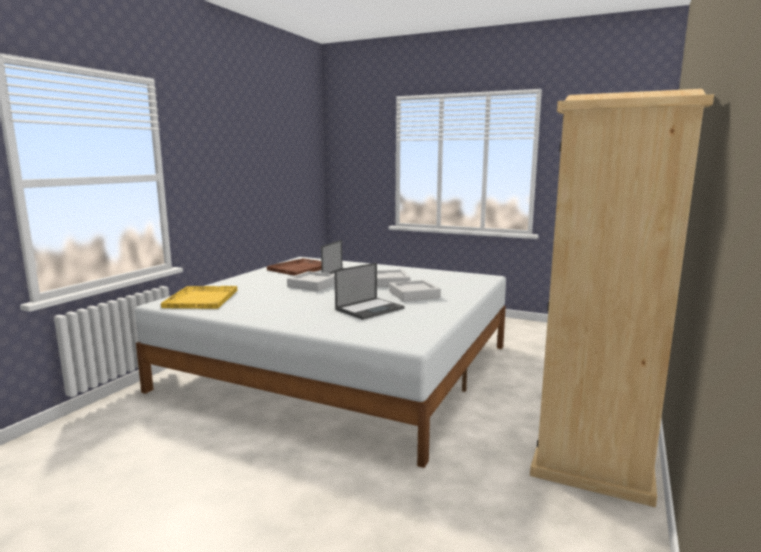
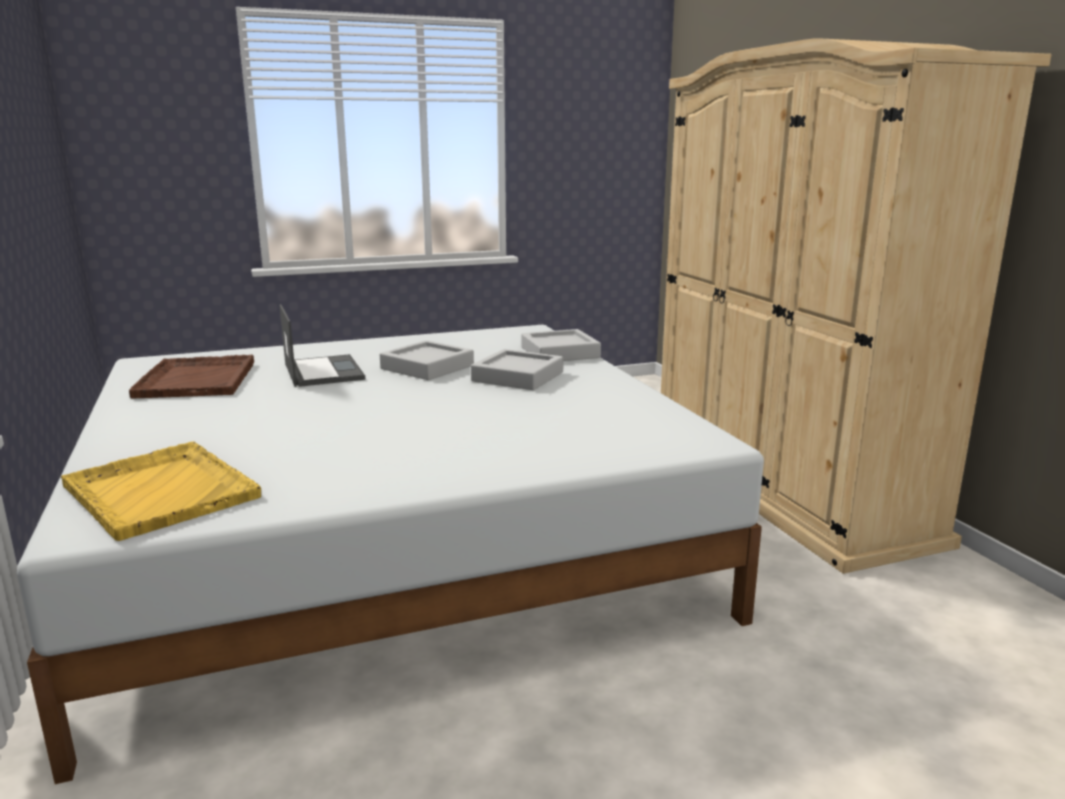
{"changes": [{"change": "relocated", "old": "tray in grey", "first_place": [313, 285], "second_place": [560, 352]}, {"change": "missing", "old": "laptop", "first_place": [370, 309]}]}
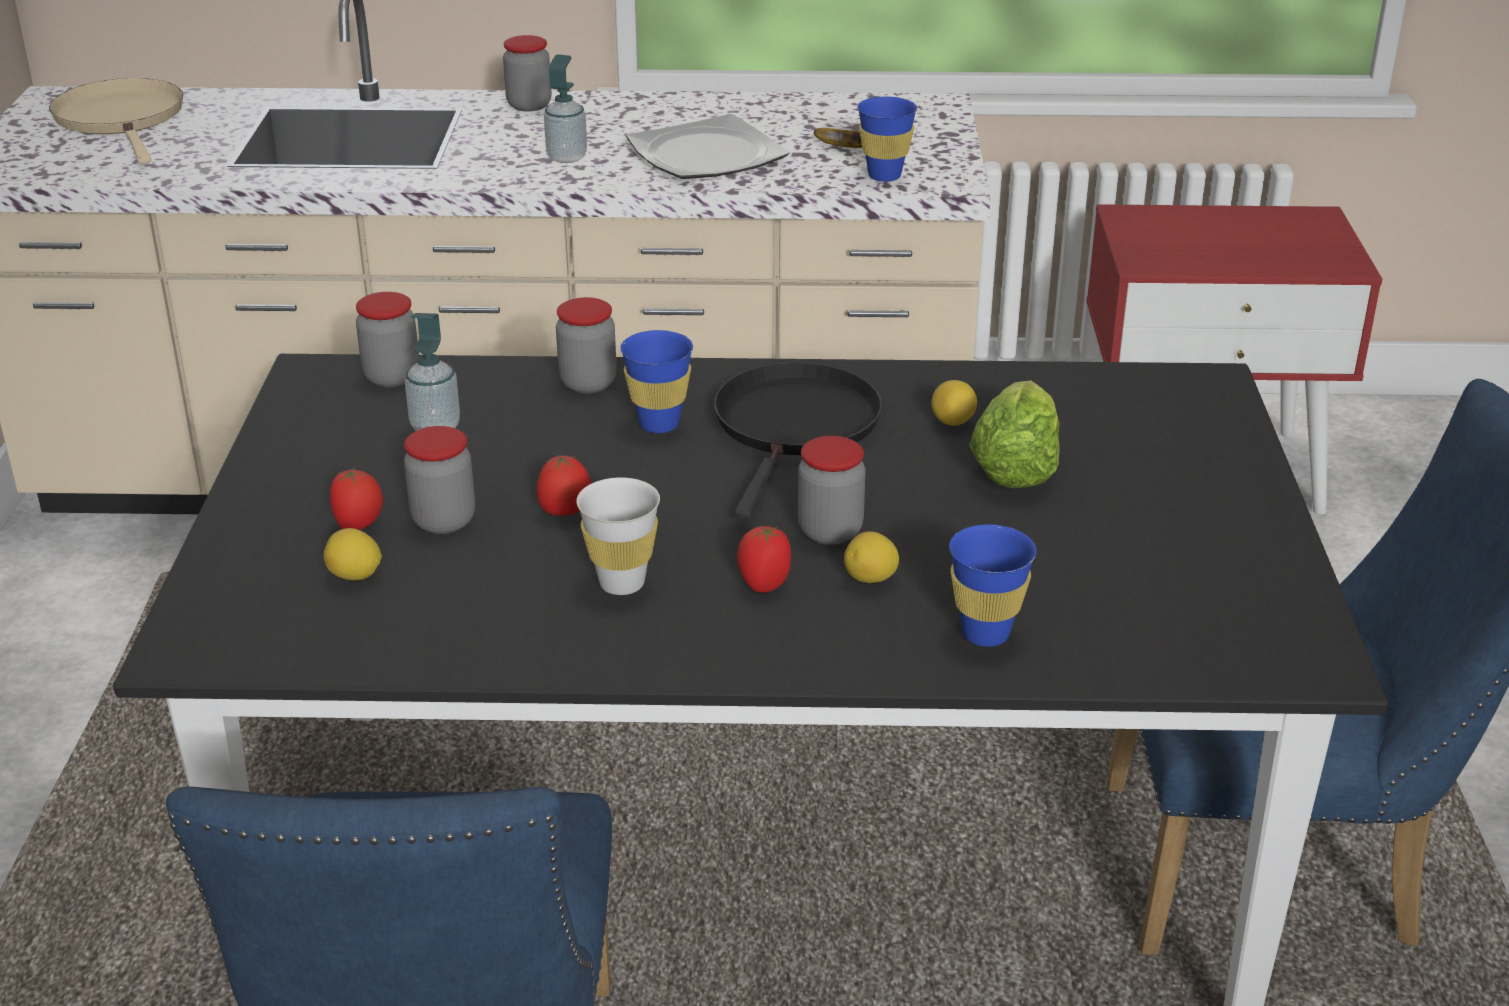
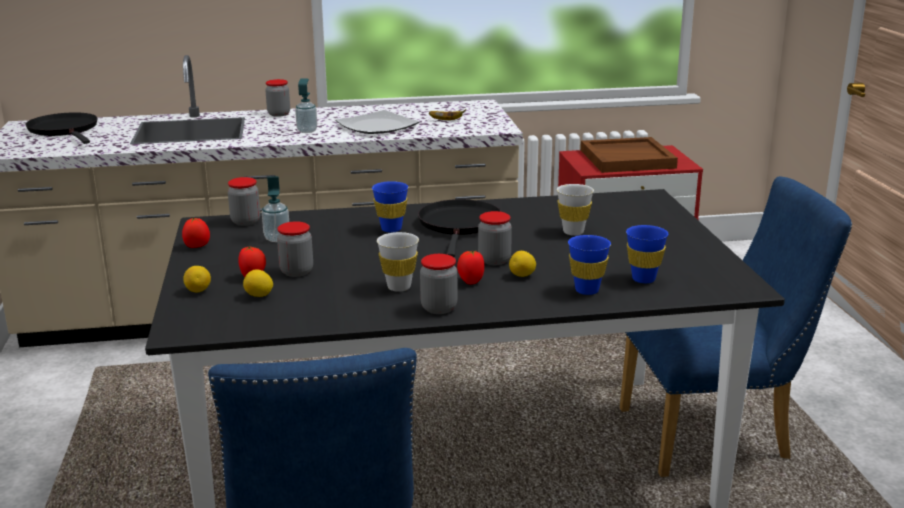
{"changes": [{"change": "colour", "old": "frying pan in beige", "new": "frying pan in black", "first_place": [122, 119], "second_place": [65, 130]}, {"change": "relocated", "old": "tomato", "first_place": [565, 512], "second_place": [197, 247]}, {"change": "relocated", "old": "jar", "first_place": [588, 383], "second_place": [439, 308]}, {"change": "relocated", "old": "cup in blue", "first_place": [884, 176], "second_place": [643, 279]}, {"change": "relocated", "old": "lemon", "first_place": [952, 422], "second_place": [198, 291]}, {"change": "exchanged", "old": "lettuce", "new": "cup in white", "first_place": [1014, 469], "second_place": [573, 232]}, {"change": "appeared", "new": "tray in brown", "second_place": [627, 159]}]}
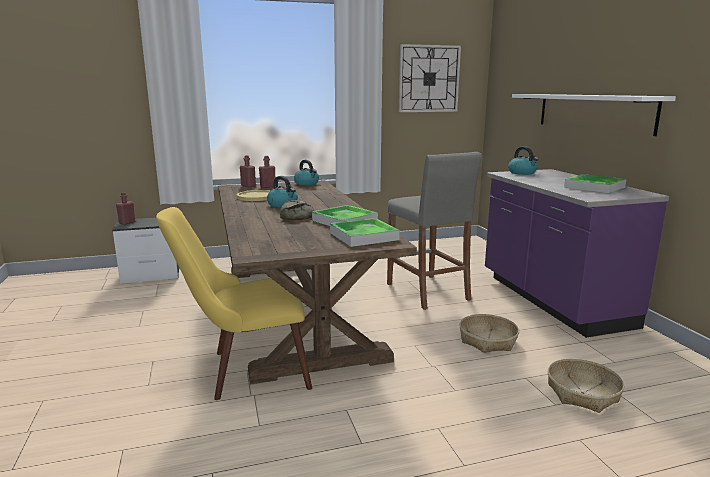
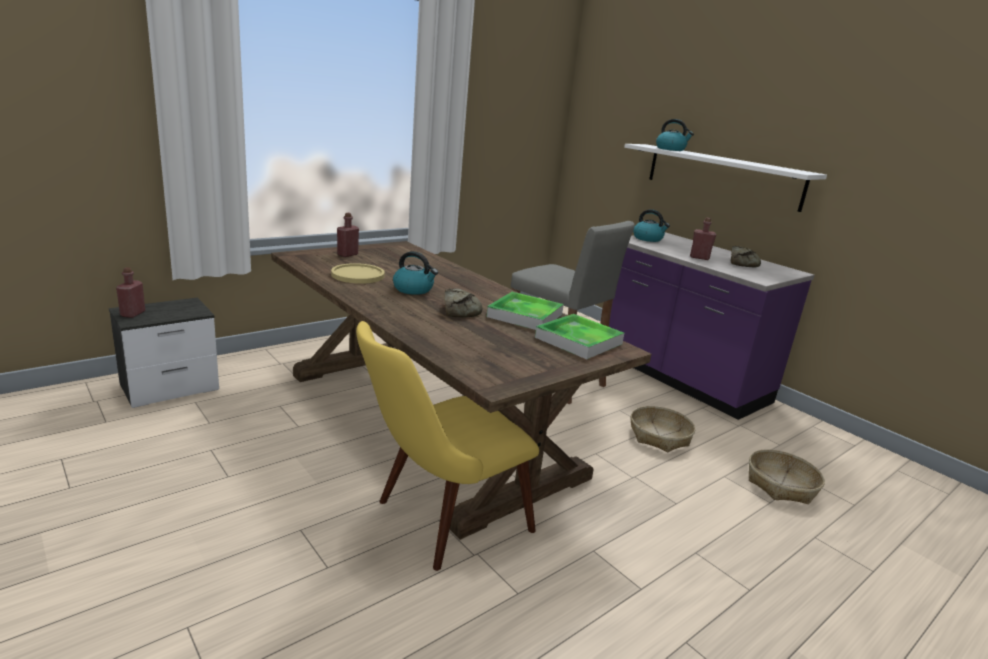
{"changes": [{"change": "relocated", "old": "bottle in red", "first_place": [248, 186], "second_place": [699, 257]}, {"change": "relocated", "old": "kettle", "first_place": [307, 183], "second_place": [671, 149]}, {"change": "missing", "old": "wall clock", "first_place": [429, 79]}, {"change": "exchanged", "old": "tray", "new": "bread", "first_place": [594, 187], "second_place": [742, 263]}]}
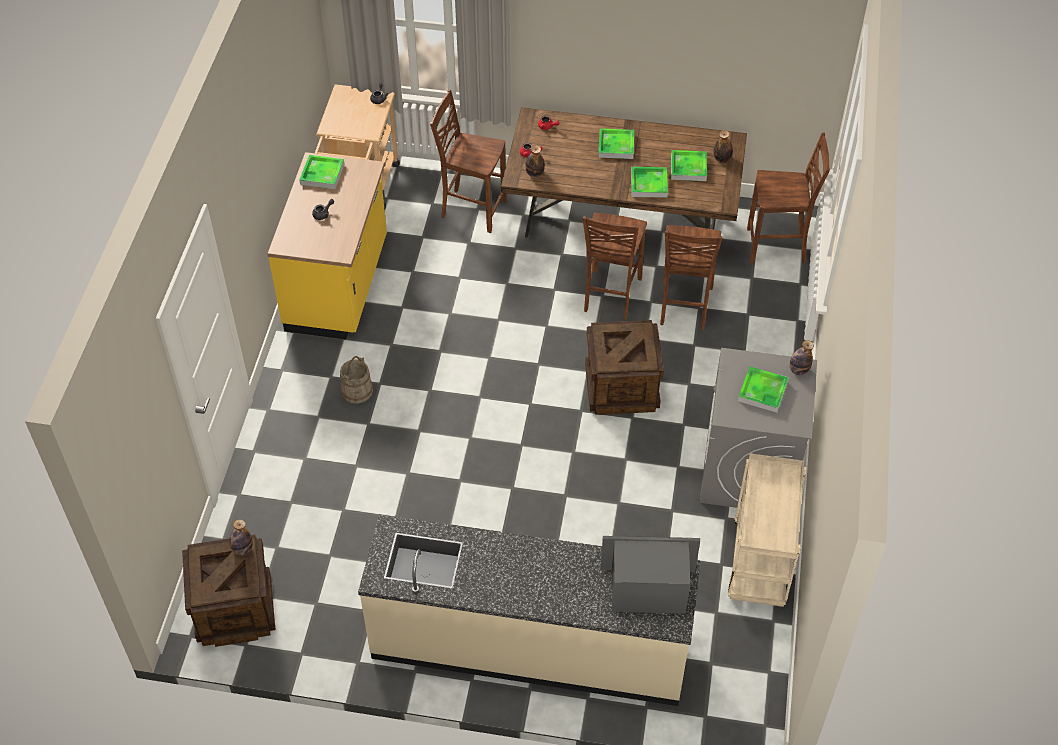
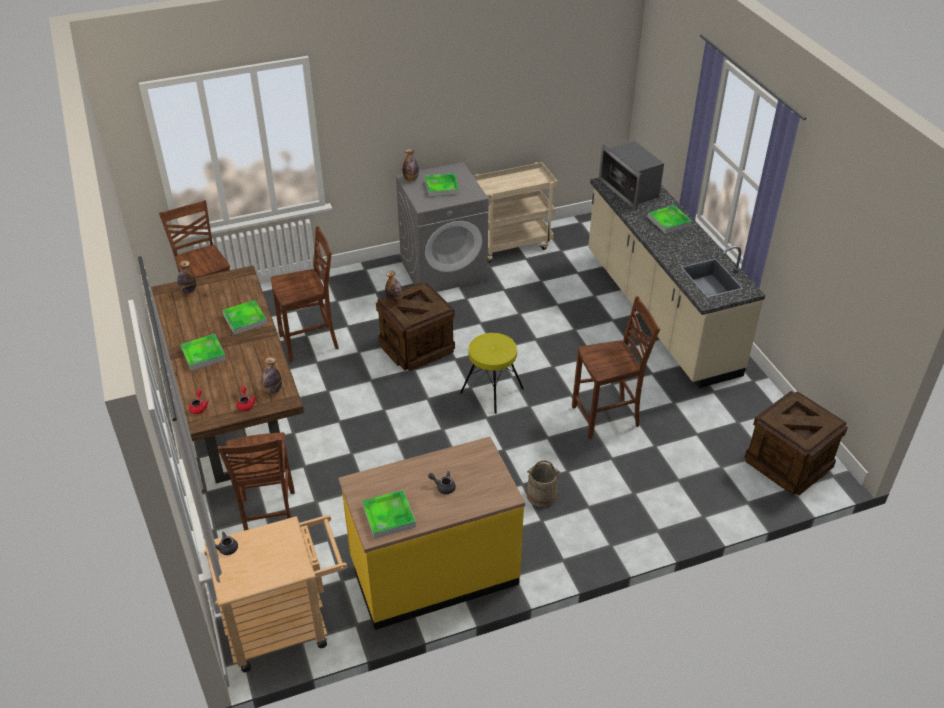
{"changes": [{"change": "relocated", "old": "bottle", "first_place": [242, 549], "second_place": [394, 300]}, {"change": "relocated", "old": "chair in brown", "first_place": [610, 295], "second_place": [607, 417]}, {"change": "relocated", "old": "tray", "first_place": [688, 168], "second_place": [669, 221]}, {"change": "appeared", "new": "stool in yellow", "second_place": [492, 391]}]}
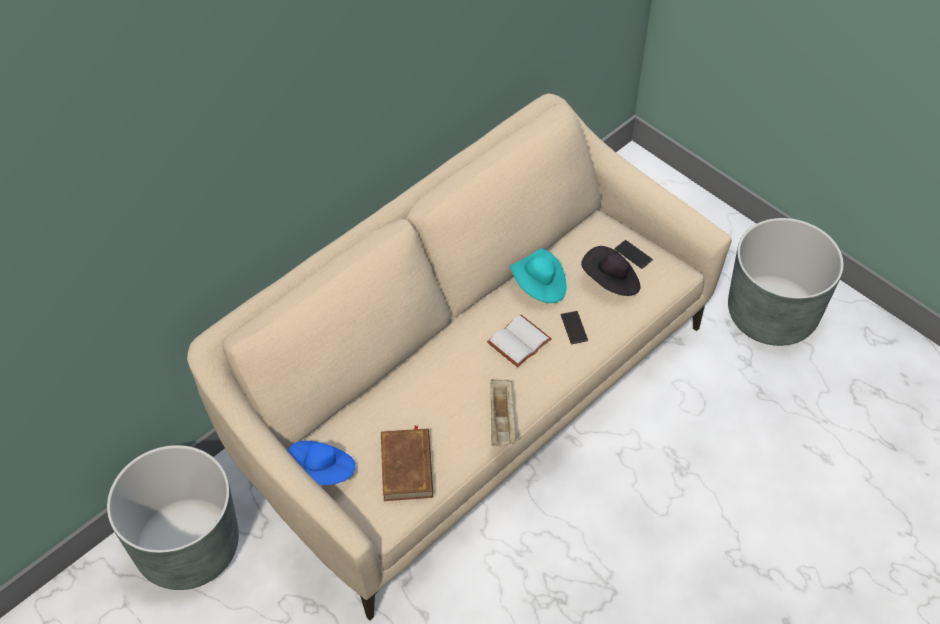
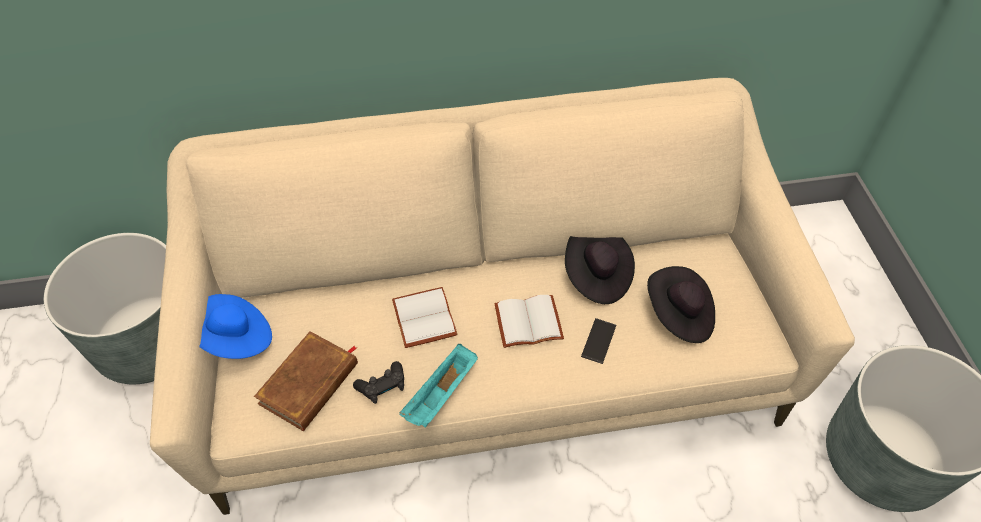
{"changes": [{"change": "colour", "old": "tray in beige", "new": "tray in turquoise", "first_place": [502, 421], "second_place": [441, 395]}, {"change": "colour", "old": "hat in turquoise", "new": "hat in black", "first_place": [538, 285], "second_place": [596, 276]}, {"change": "missing", "old": "phone", "first_place": [633, 254]}, {"change": "appeared", "new": "game controller in black", "second_place": [383, 387]}, {"change": "appeared", "new": "book in white", "second_place": [422, 317]}]}
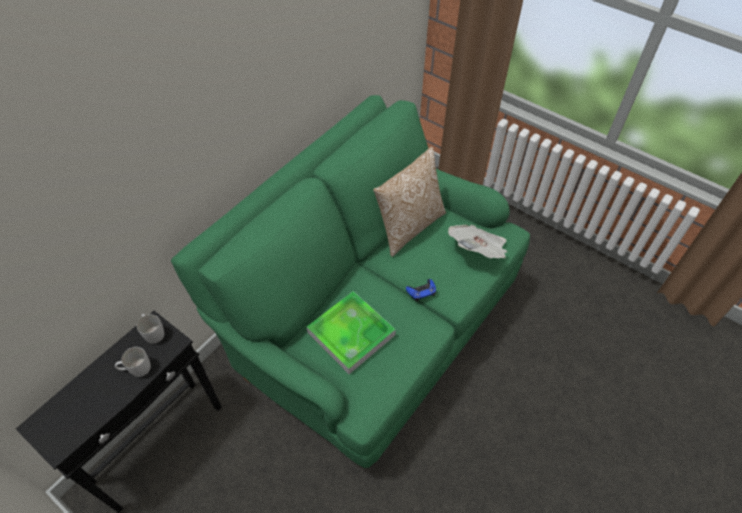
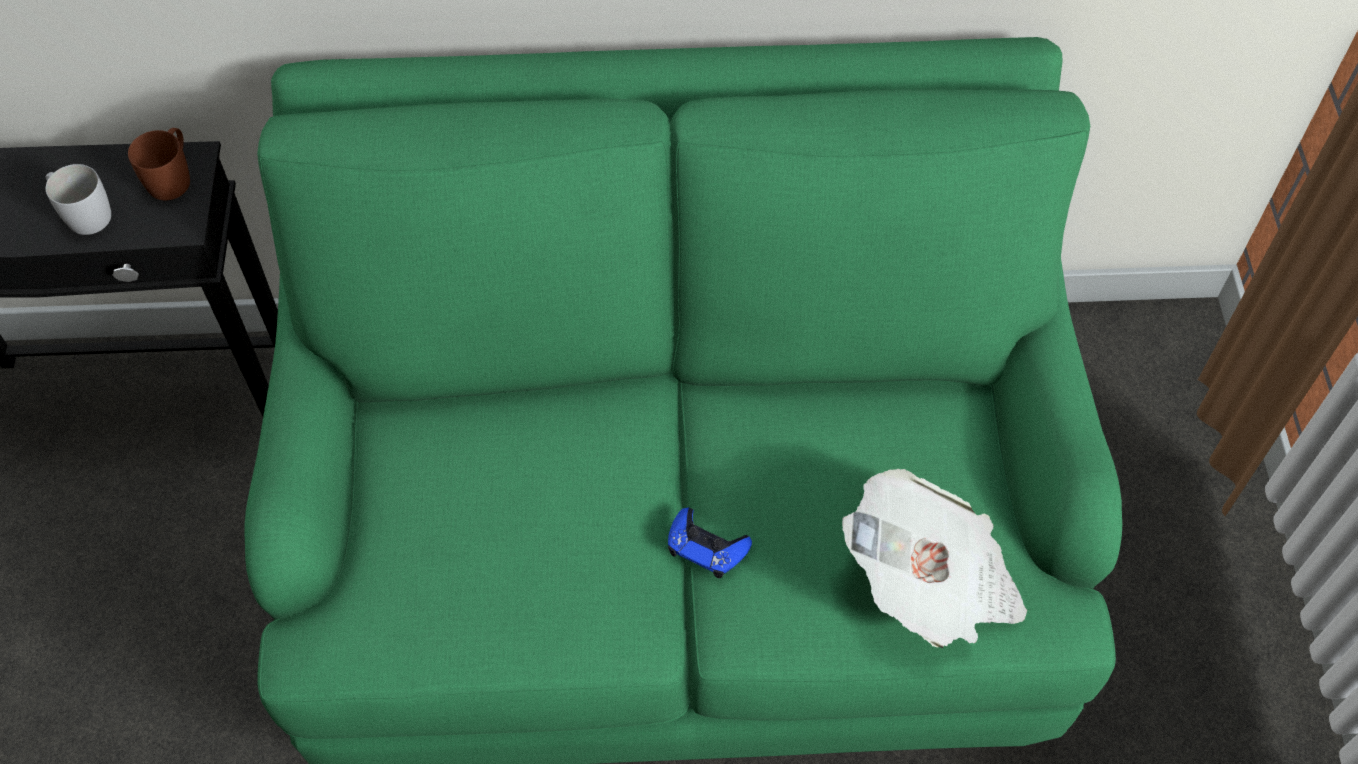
{"changes": [{"change": "colour", "old": "mug in white", "new": "mug in brown", "first_place": [153, 332], "second_place": [173, 177]}, {"change": "missing", "old": "tray", "first_place": [351, 334]}, {"change": "missing", "old": "pillow", "first_place": [409, 227]}]}
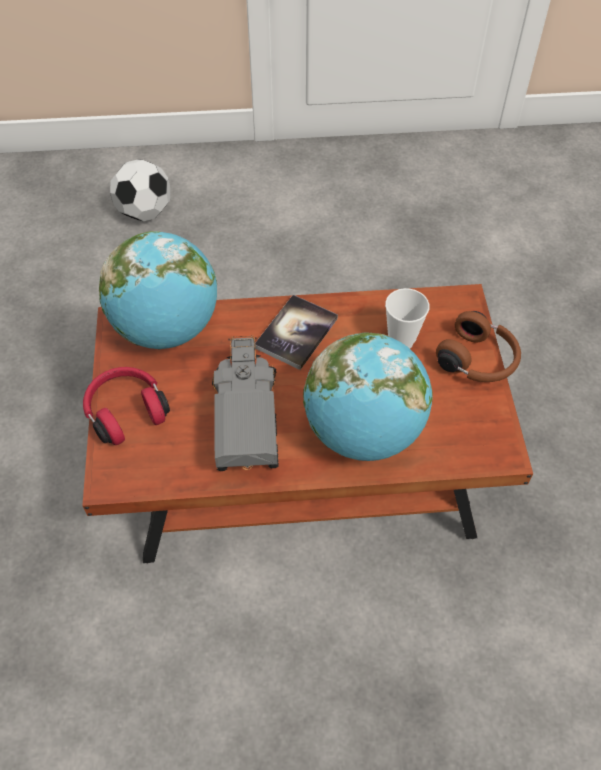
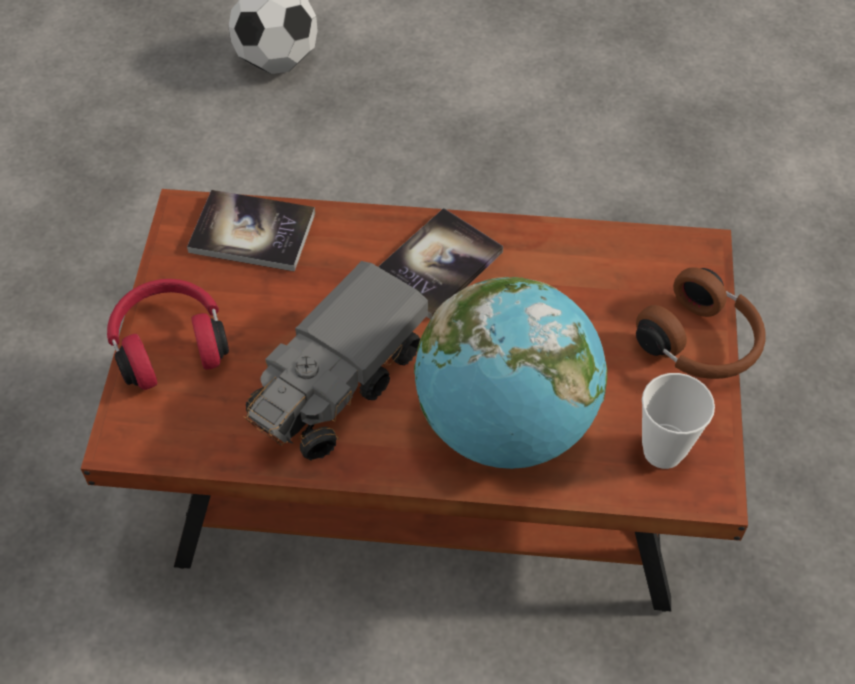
{"changes": [{"change": "exchanged", "old": "globe", "new": "book", "first_place": [167, 328], "second_place": [252, 232]}, {"change": "spun", "old": "toy truck", "first_place": [246, 423], "second_place": [336, 385], "degrees": -150}, {"change": "relocated", "old": "cup", "first_place": [401, 341], "second_place": [663, 451]}]}
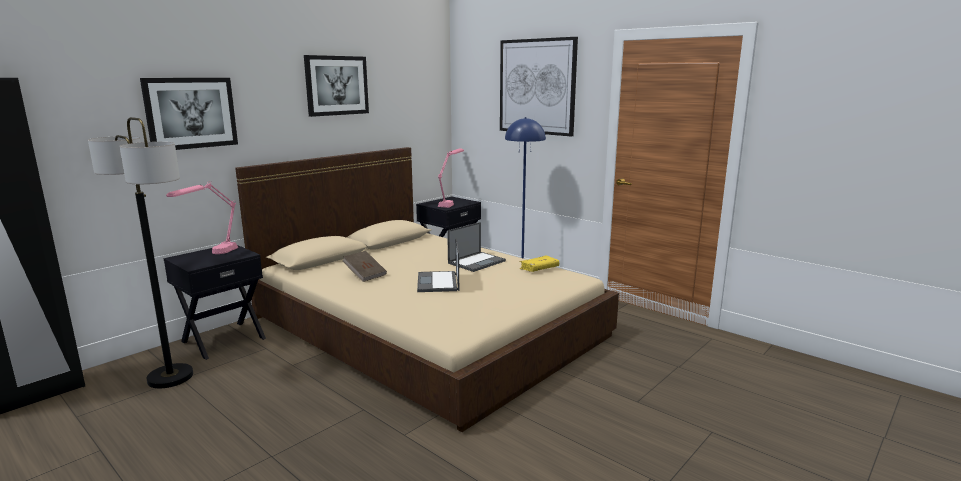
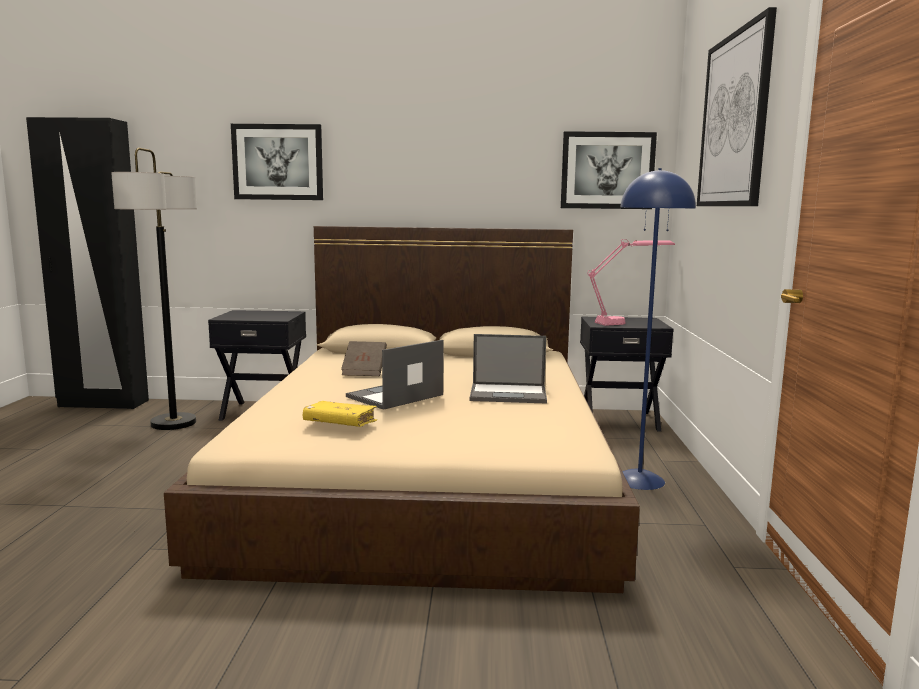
{"changes": [{"change": "missing", "old": "table lamp in pink", "first_place": [212, 255]}, {"change": "relocated", "old": "picture", "first_place": [336, 85], "second_place": [607, 170]}, {"change": "relocated", "old": "book in yellow", "first_place": [539, 269], "second_place": [340, 423]}]}
